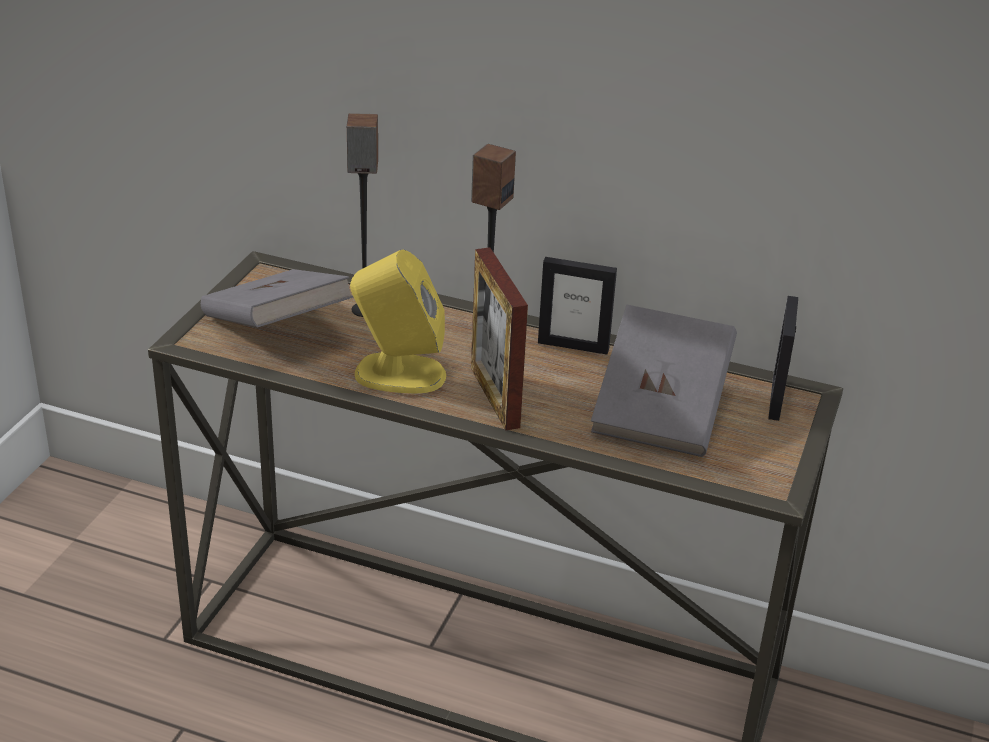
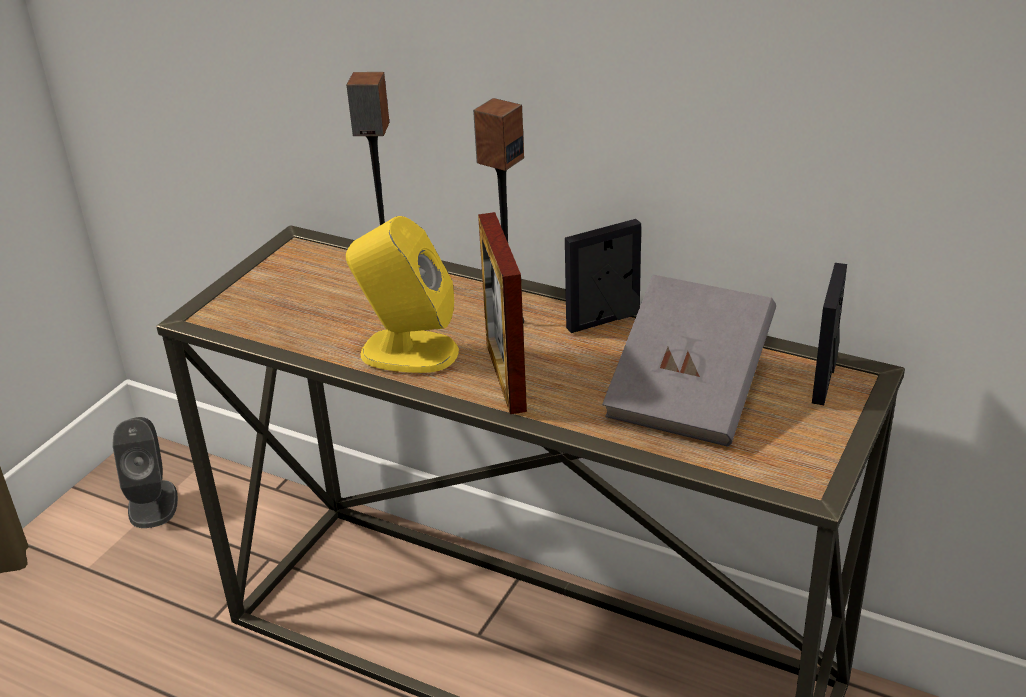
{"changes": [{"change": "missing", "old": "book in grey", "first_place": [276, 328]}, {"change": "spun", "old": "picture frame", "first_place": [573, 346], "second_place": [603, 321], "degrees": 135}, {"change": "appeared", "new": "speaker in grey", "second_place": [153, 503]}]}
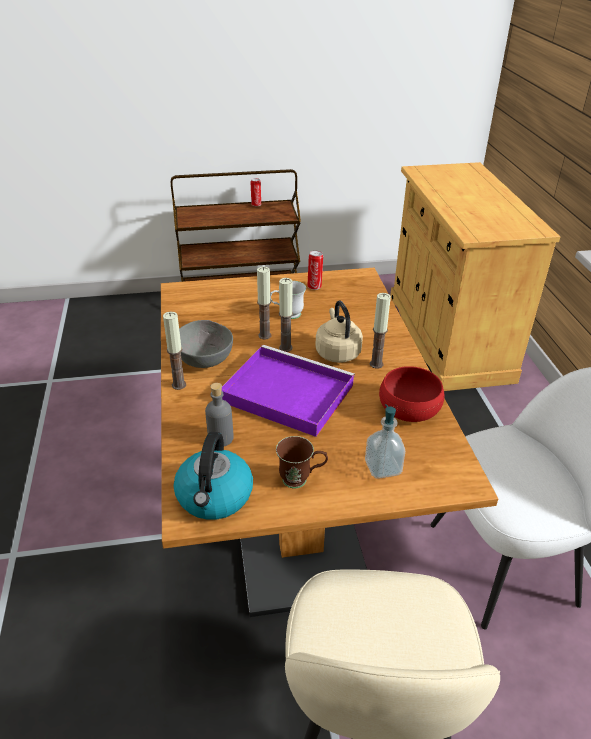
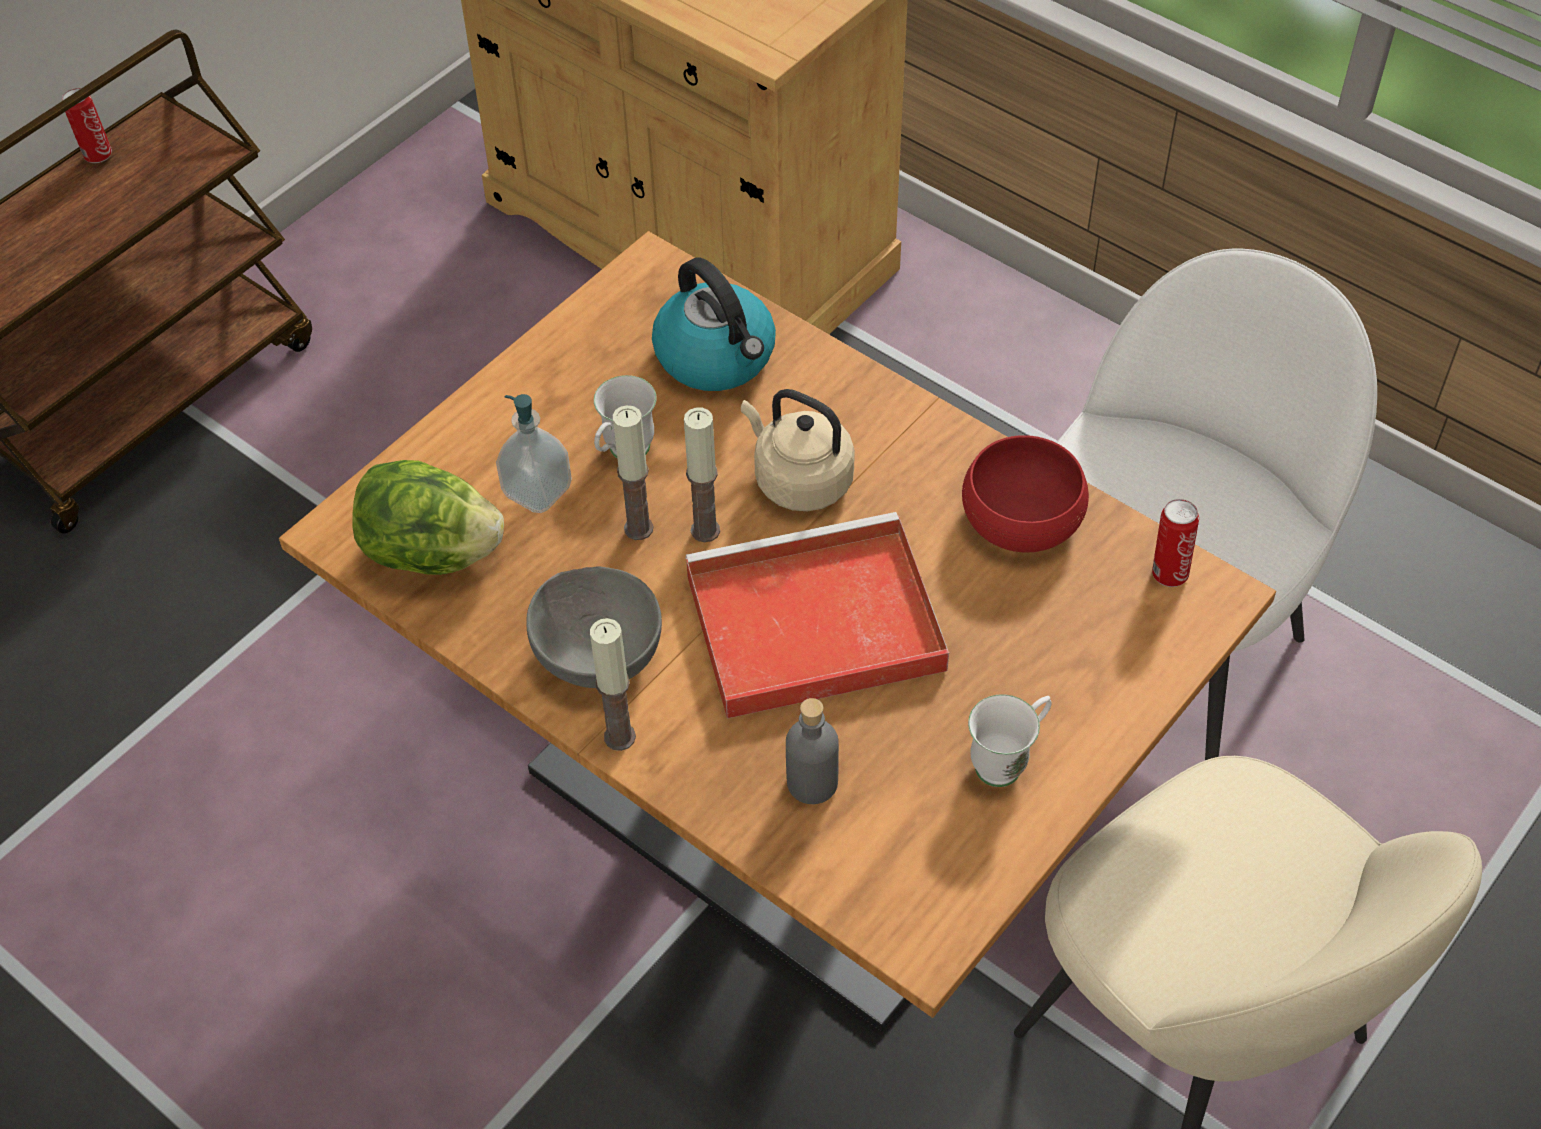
{"changes": [{"change": "relocated", "old": "kettle", "first_place": [215, 497], "second_place": [717, 357]}, {"change": "colour", "old": "tray in purple", "new": "tray in red", "first_place": [284, 393], "second_place": [809, 624]}, {"change": "colour", "old": "mug in brown", "new": "mug in white", "first_place": [301, 480], "second_place": [1008, 761]}, {"change": "relocated", "old": "can", "first_place": [314, 286], "second_place": [1168, 572]}, {"change": "relocated", "old": "soap dispenser", "first_place": [383, 467], "second_place": [537, 490]}, {"change": "missing", "old": "candle", "first_place": [376, 364]}, {"change": "appeared", "new": "lettuce", "second_place": [432, 553]}]}
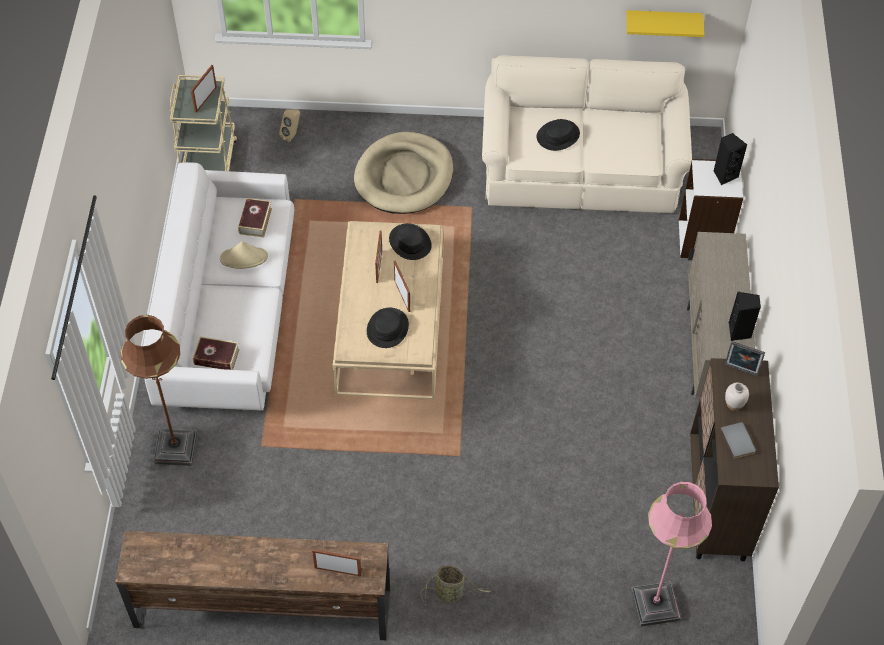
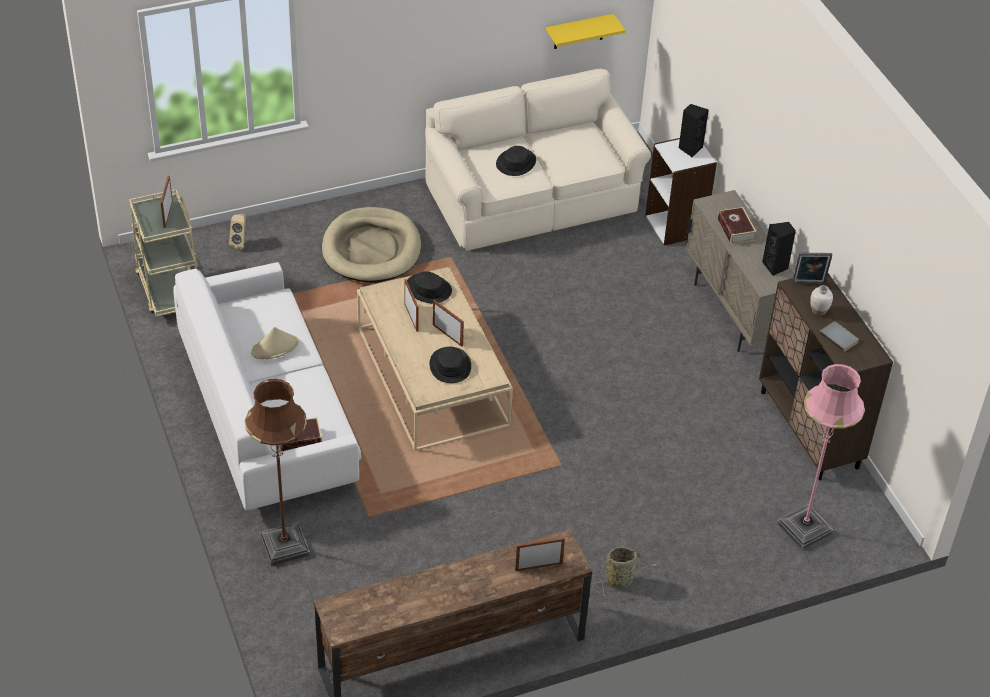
{"changes": [{"change": "relocated", "old": "book", "first_place": [255, 221], "second_place": [735, 230]}]}
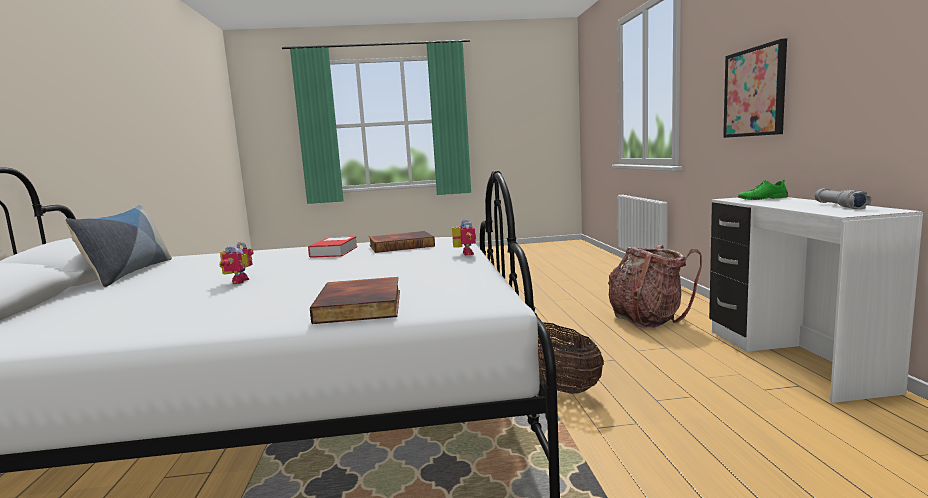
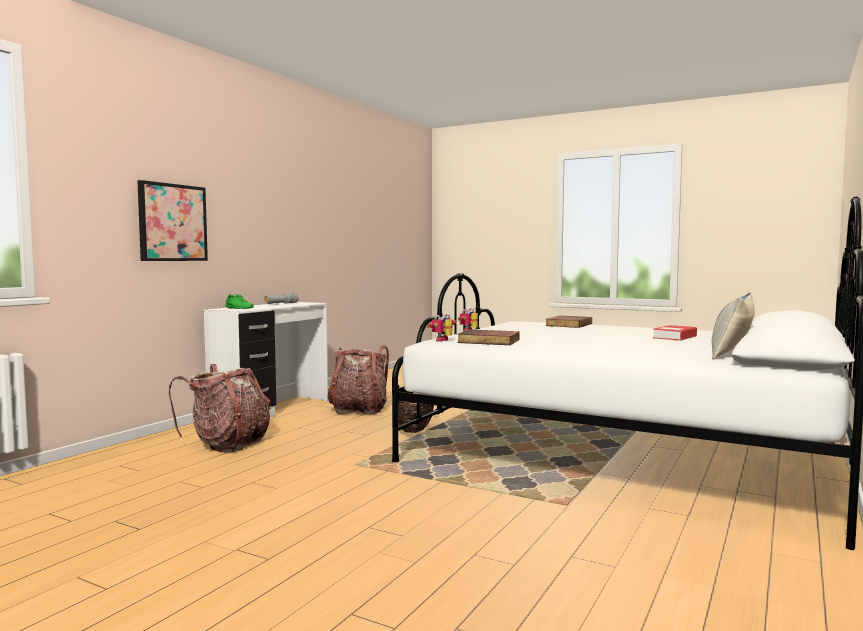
{"changes": [{"change": "relocated", "old": "toy robot", "first_place": [236, 281], "second_place": [444, 340]}, {"change": "relocated", "old": "book", "first_place": [334, 252], "second_place": [675, 337]}, {"change": "appeared", "new": "backpack", "second_place": [358, 409]}]}
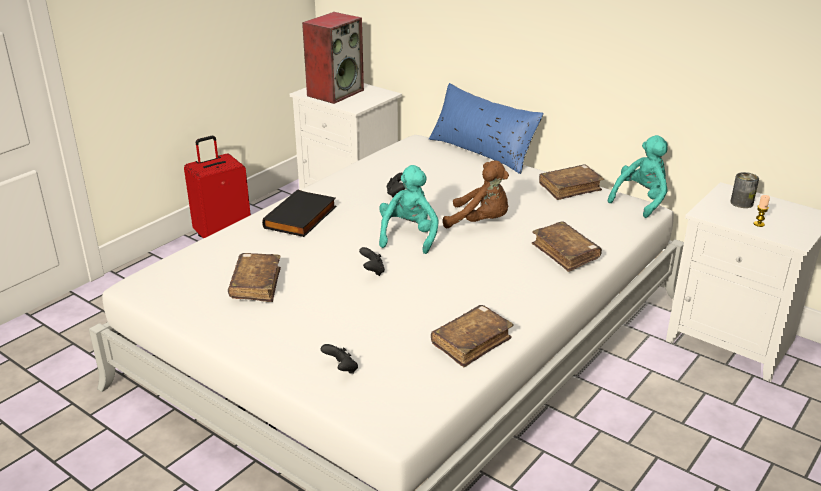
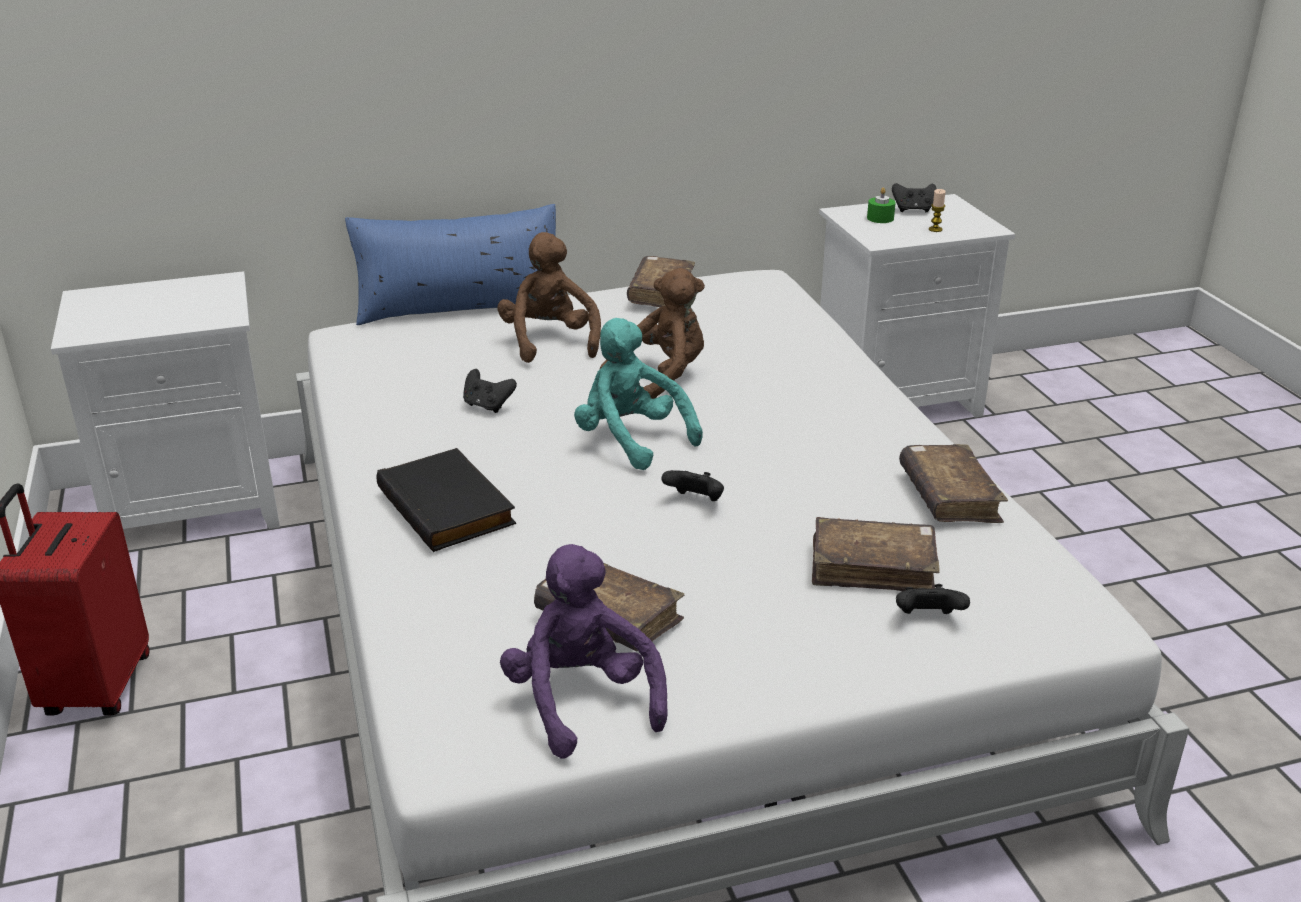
{"changes": [{"change": "missing", "old": "speaker", "first_place": [335, 92]}, {"change": "relocated", "old": "book in brown", "first_place": [565, 253], "second_place": [872, 567]}, {"change": "missing", "old": "plush toy in turquoise", "first_place": [640, 200]}, {"change": "exchanged", "old": "can", "new": "candle in green", "first_place": [741, 203], "second_place": [880, 218]}, {"change": "appeared", "new": "plush toy in brown", "second_place": [549, 341]}, {"change": "appeared", "new": "plush toy in purple", "second_place": [582, 700]}, {"change": "appeared", "new": "game controller in black", "second_place": [913, 210]}]}
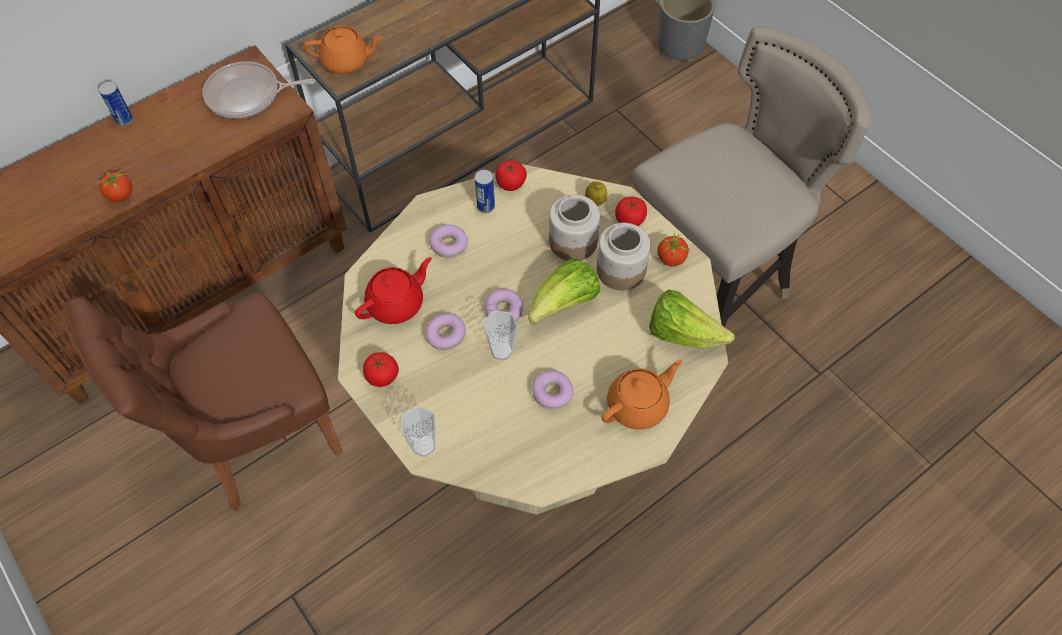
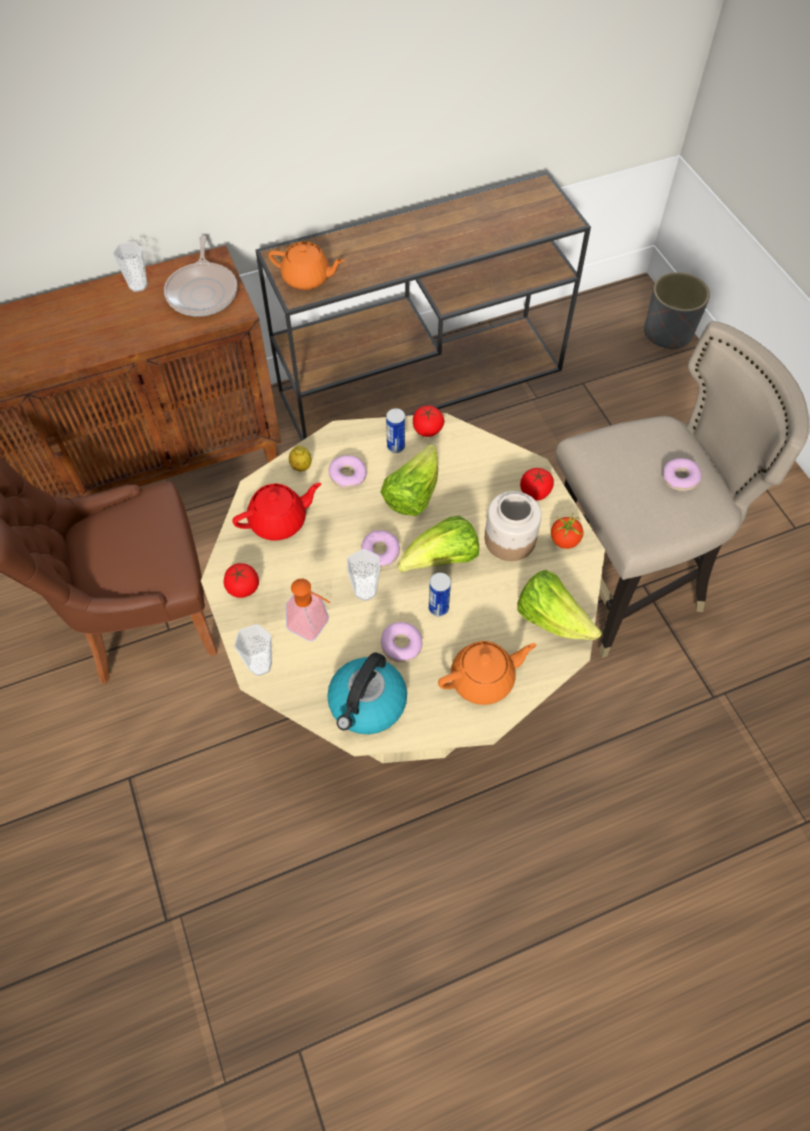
{"changes": [{"change": "missing", "old": "tomato", "first_place": [120, 195]}, {"change": "relocated", "old": "can", "first_place": [124, 120], "second_place": [438, 608]}, {"change": "spun", "old": "frying pan", "first_place": [248, 96], "second_place": [203, 292], "degrees": -105}, {"change": "relocated", "old": "donut", "first_place": [446, 335], "second_place": [679, 478]}, {"change": "missing", "old": "jar", "first_place": [572, 241]}, {"change": "relocated", "old": "lemon", "first_place": [595, 201], "second_place": [301, 466]}, {"change": "appeared", "new": "cup", "second_place": [138, 285]}, {"change": "appeared", "new": "soap dispenser", "second_place": [314, 627]}, {"change": "appeared", "new": "kettle", "second_place": [367, 704]}, {"change": "appeared", "new": "lettuce", "second_place": [412, 494]}]}
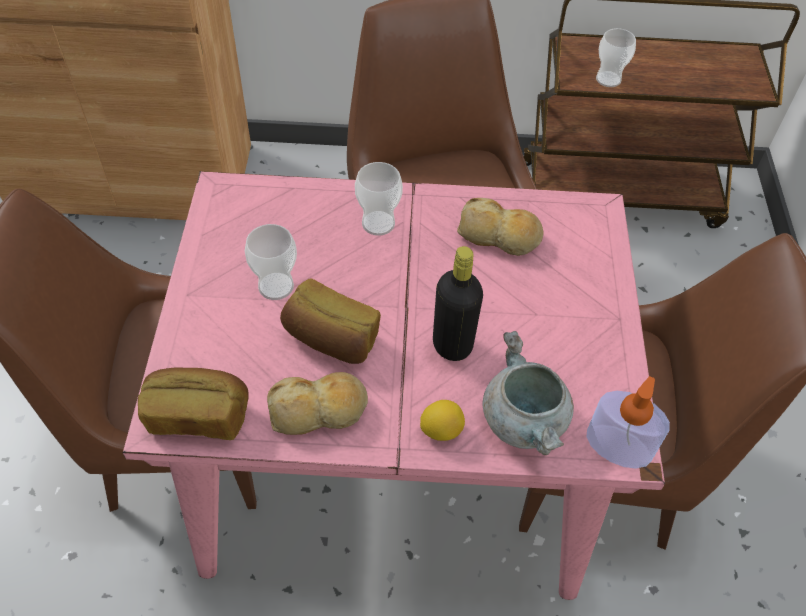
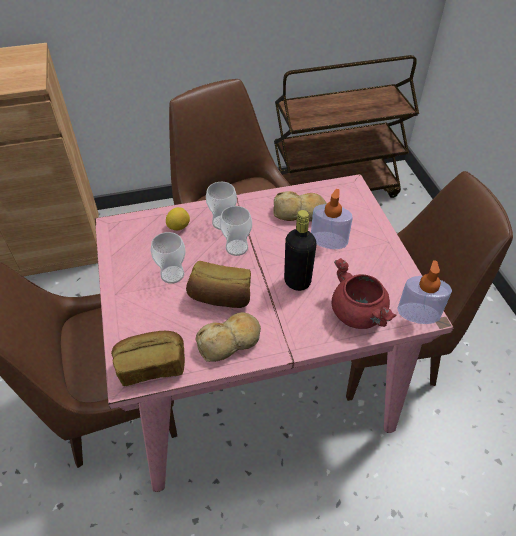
{"changes": [{"change": "relocated", "old": "lemon", "first_place": [441, 430], "second_place": [178, 227]}, {"change": "colour", "old": "cooking pot in grey", "new": "cooking pot in red", "first_place": [525, 421], "second_place": [359, 314]}, {"change": "relocated", "old": "cup", "first_place": [608, 79], "second_place": [236, 247]}, {"change": "appeared", "new": "soap dispenser", "second_place": [328, 240]}]}
